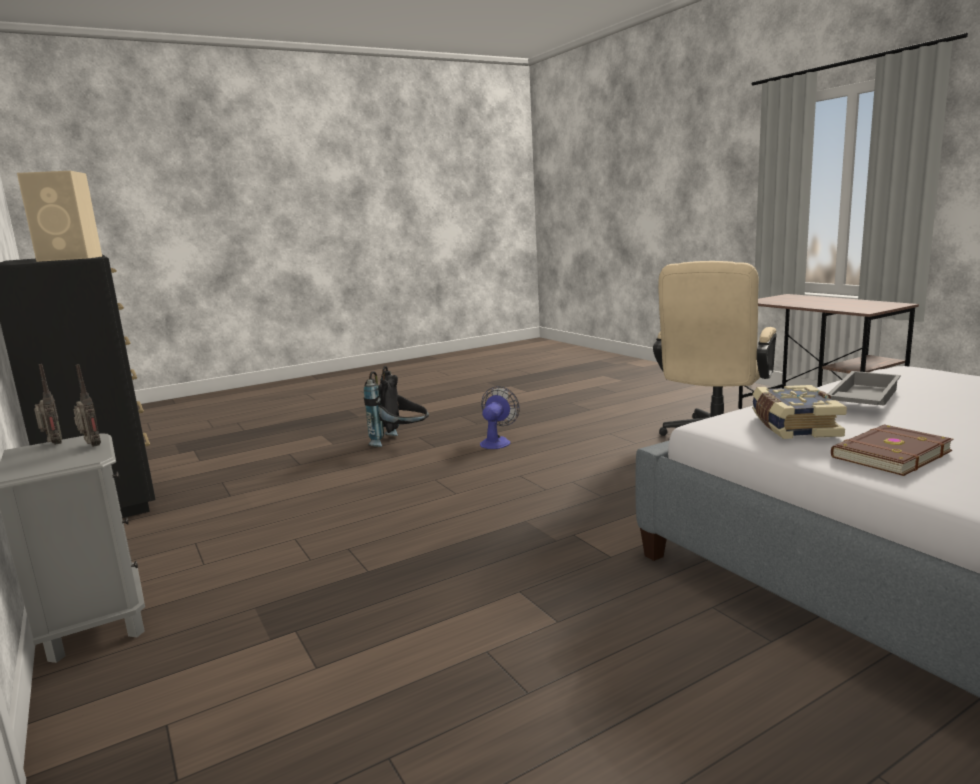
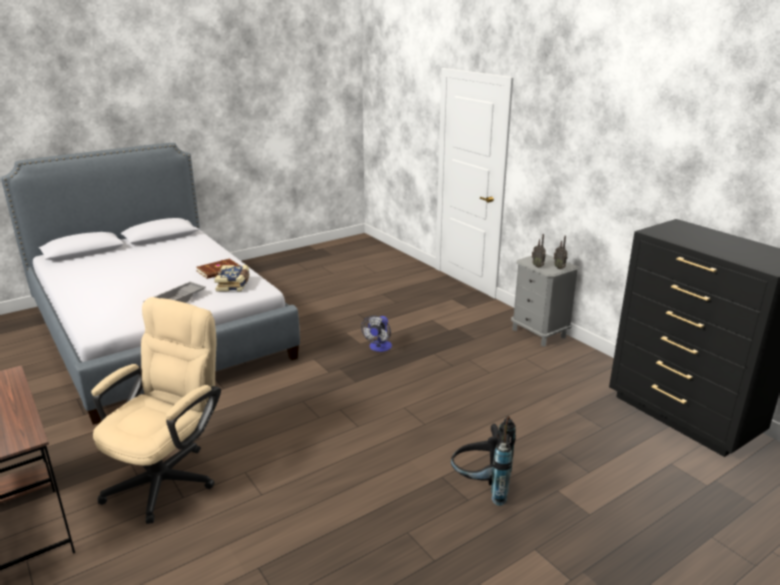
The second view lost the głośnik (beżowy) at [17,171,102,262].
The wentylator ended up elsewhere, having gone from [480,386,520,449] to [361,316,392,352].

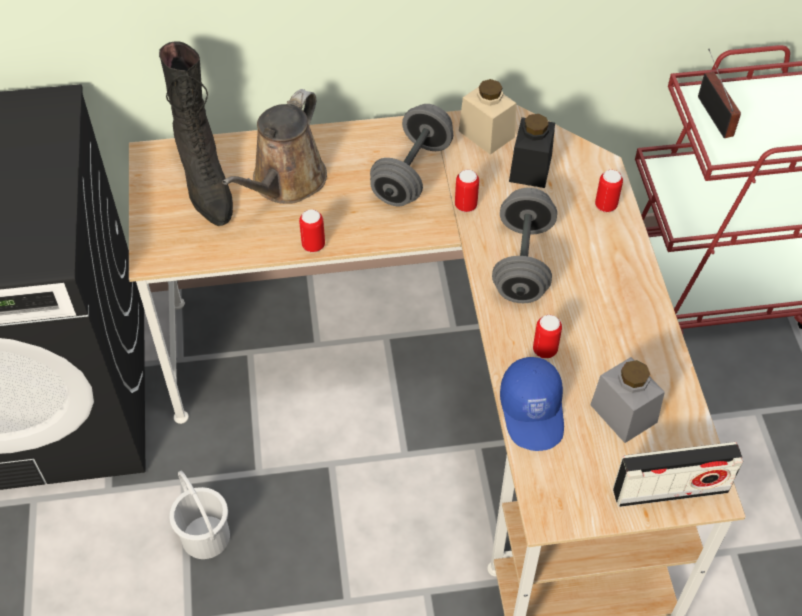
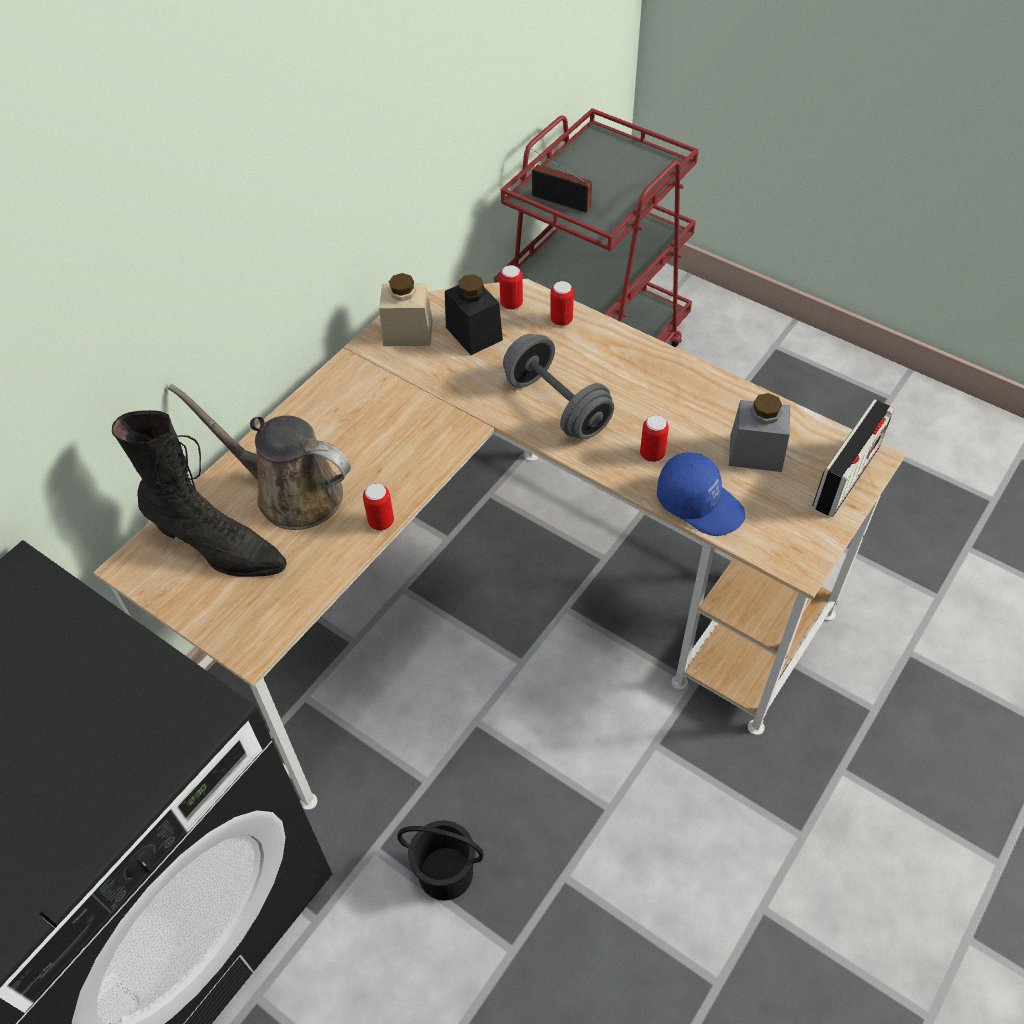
The second view lost the hantel (szary) at [370,104,453,206].
The puszka ended up elsewhere, having gone from [455,170,479,212] to [499,265,523,310].
What was the wiadro (biały) at [169,471,230,559] turned into the wiadro (czarny) at [397,820,484,900].
The konewka (brązowy) at [222,89,327,204] ended up facing another way, 135 degrees clockwise from before.

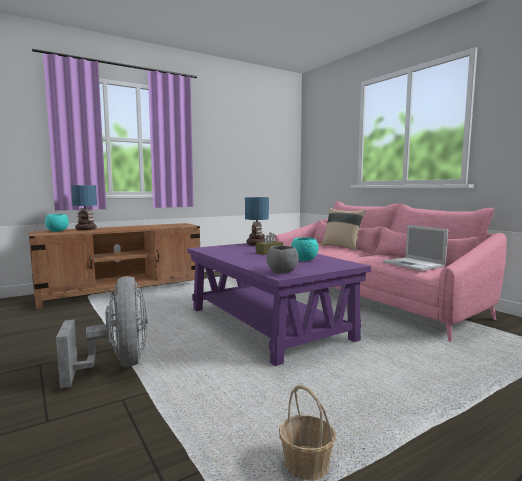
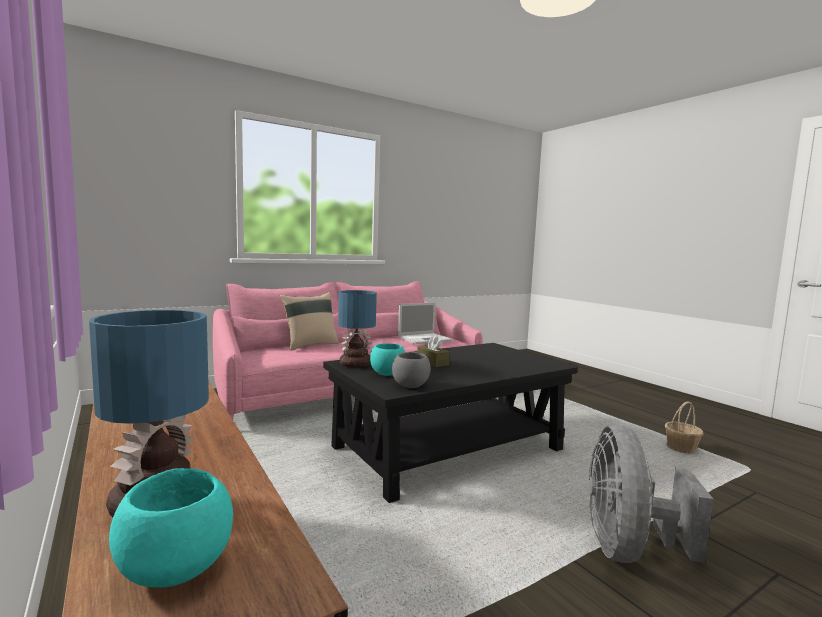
The miska (szary) ended up elsewhere, having gone from [266,245,299,274] to [392,352,431,388].
The miska (turkusowy) ended up elsewhere, having gone from [291,238,319,261] to [370,343,405,376].
What was the ława (fioletowy) at [187,243,371,366] turned into the ława (czarny) at [324,343,578,503].
The wentylator (szary) at [56,276,148,388] ended up facing another way, 60 degrees counterclockwise from before.

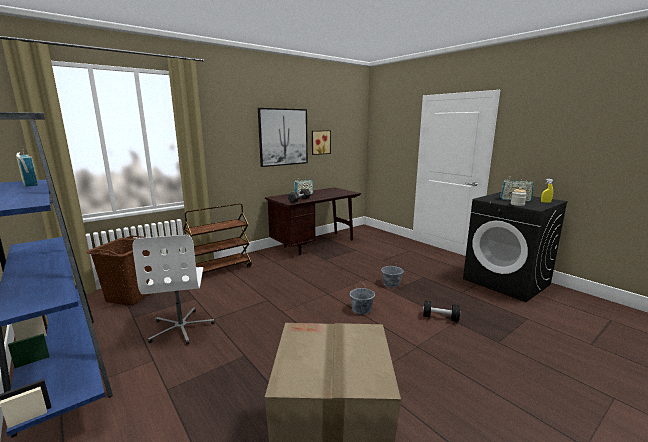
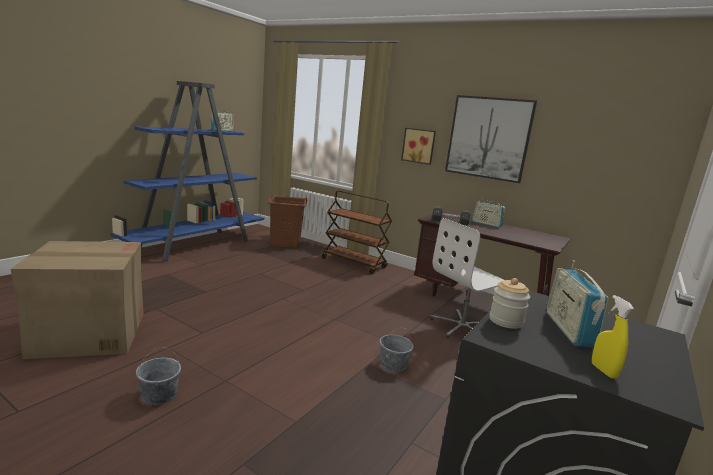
The second view lost the hantel (czarny) at [423,301,460,322].
The krzesło biurowe (biały) ended up elsewhere, having gone from [132,235,215,345] to [430,218,504,339].
The obraz ended up elsewhere, having gone from [312,130,331,155] to [401,128,436,165].
The wiadro (szary) ended up elsewhere, having gone from [350,281,375,314] to [136,347,181,405].

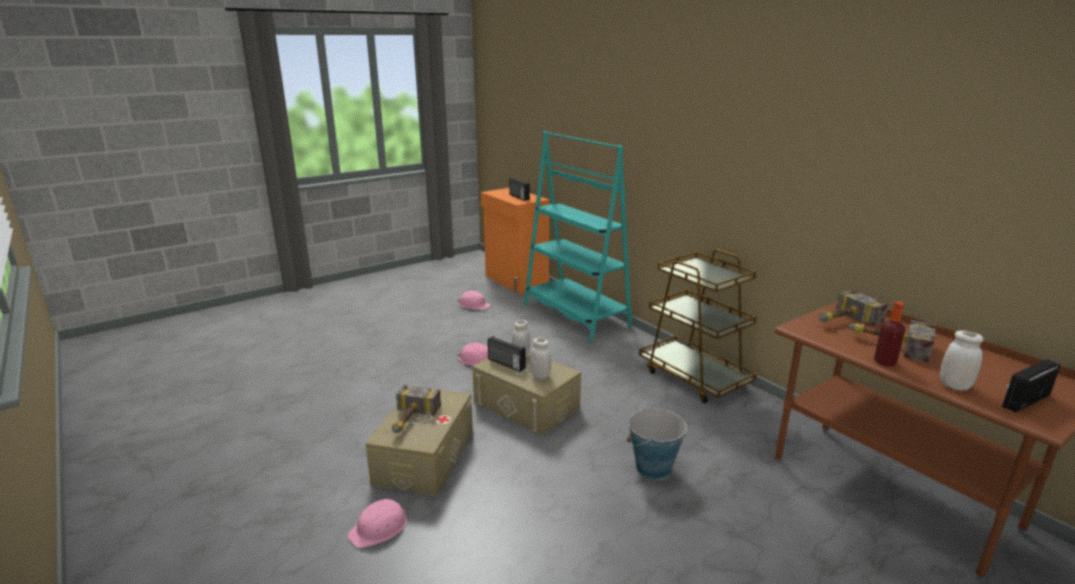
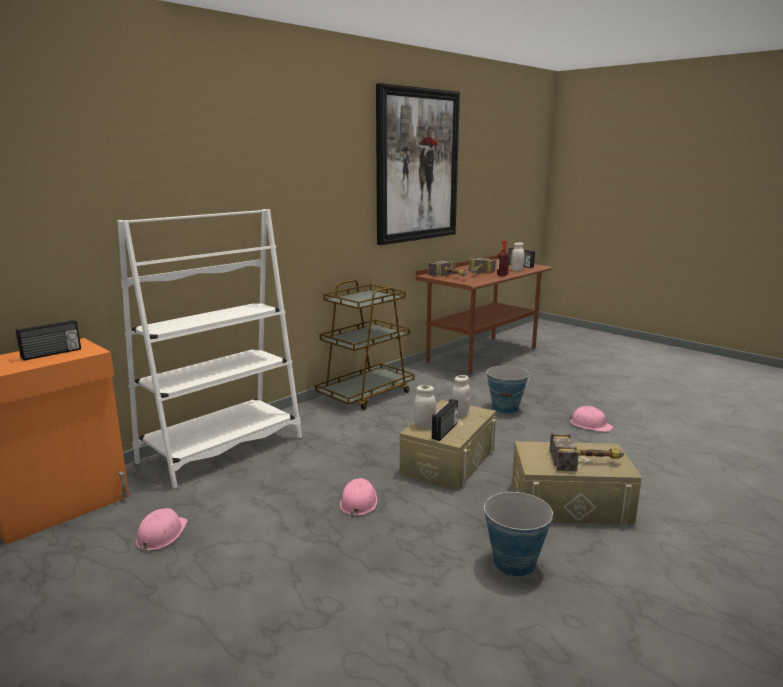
The second view gained the obraz at [376,83,460,245].
The second view gained the wiadro at [484,492,554,577].
The kask (różowy) ended up elsewhere, having gone from [347,499,407,548] to [569,406,613,432].
What was the regał (turkusowy) at [524,131,632,343] turned into the regał (biały) at [118,209,302,488].

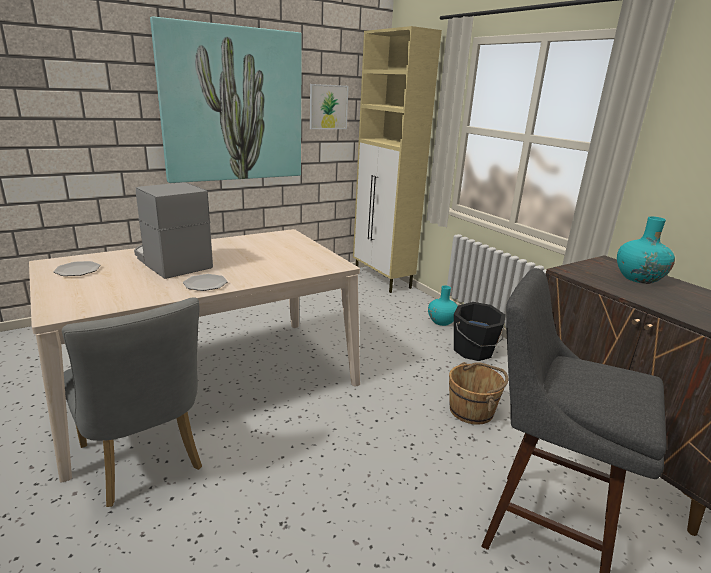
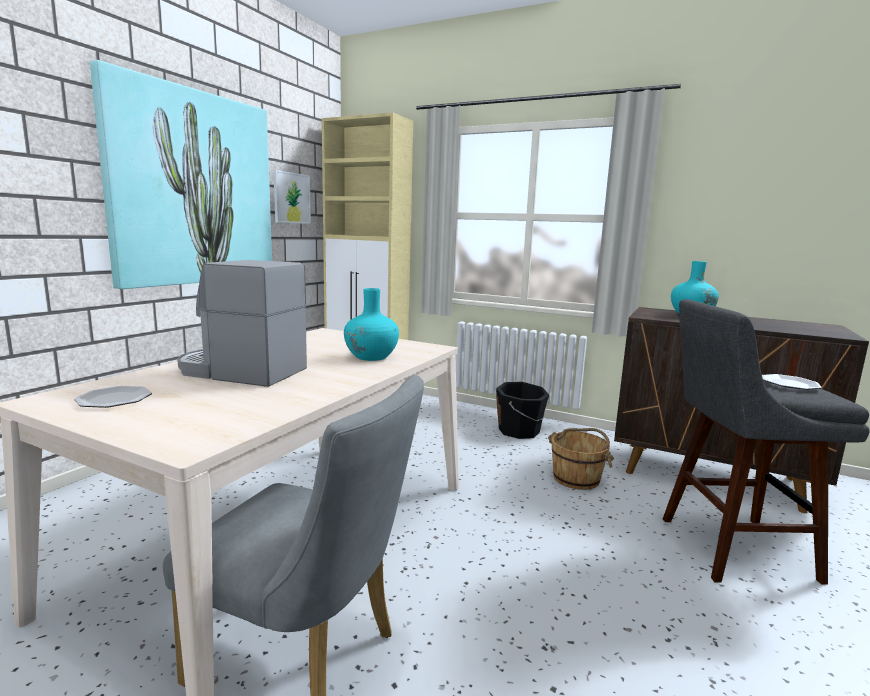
The talerz ended up elsewhere, having gone from [183,274,228,291] to [762,374,822,390].
The wazon (turkusowy) ended up elsewhere, having gone from [428,285,457,326] to [344,288,399,361].

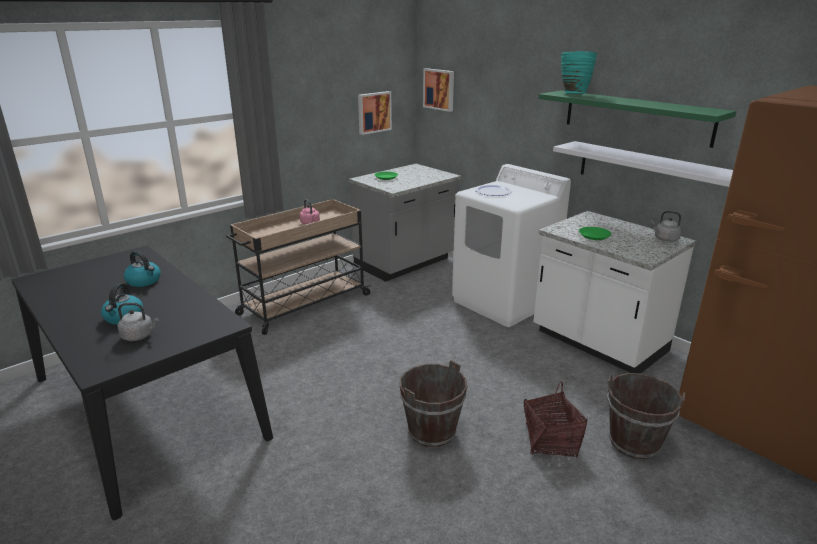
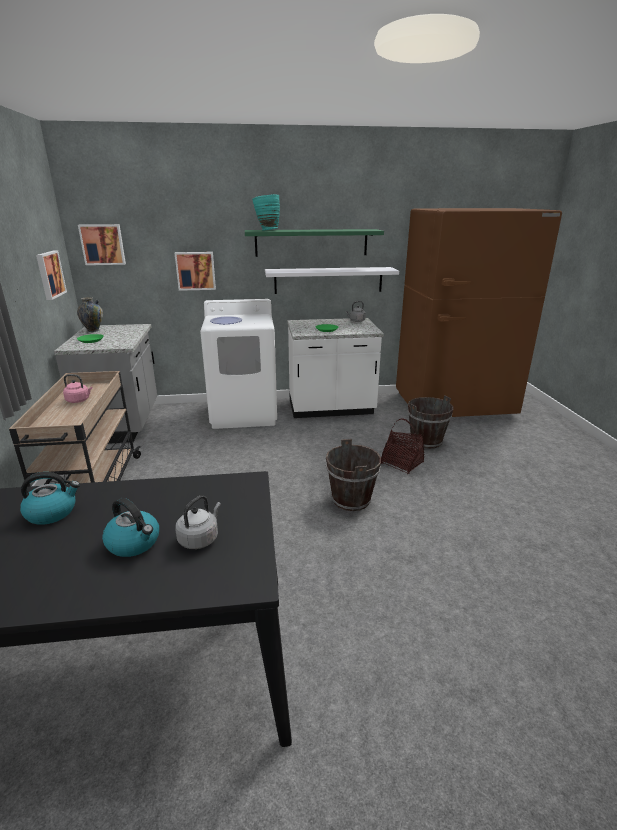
The second view gained the wazon at [77,297,103,332].
The second view gained the obraz at [175,252,216,291].

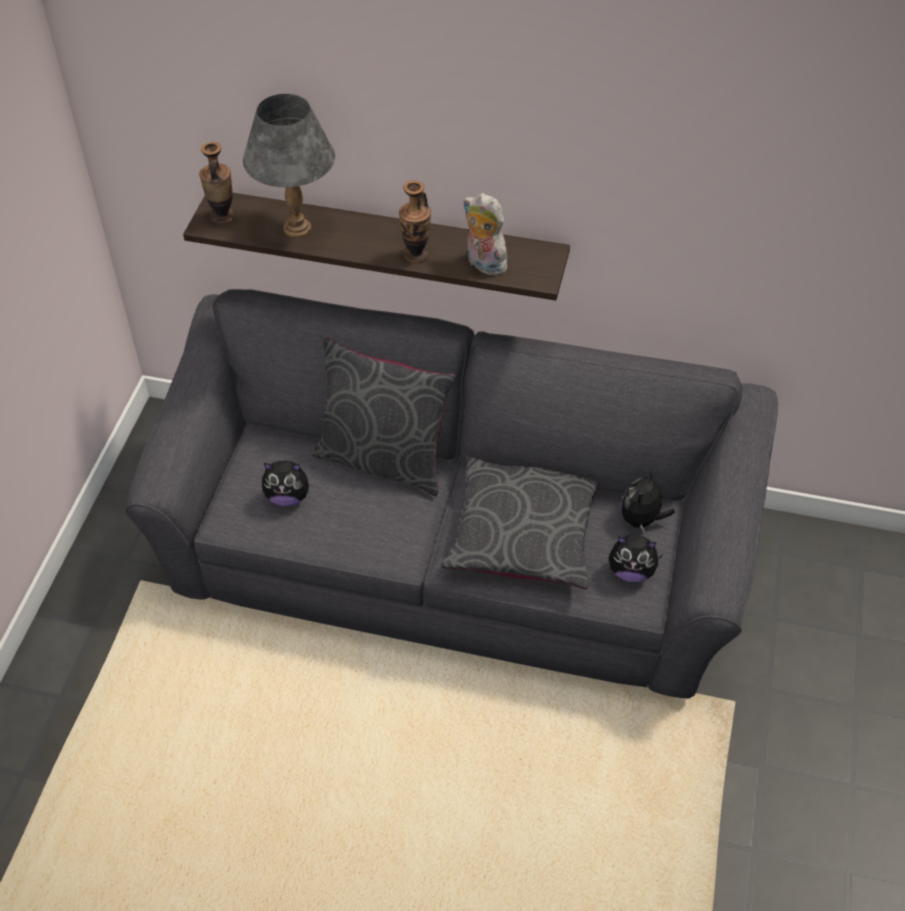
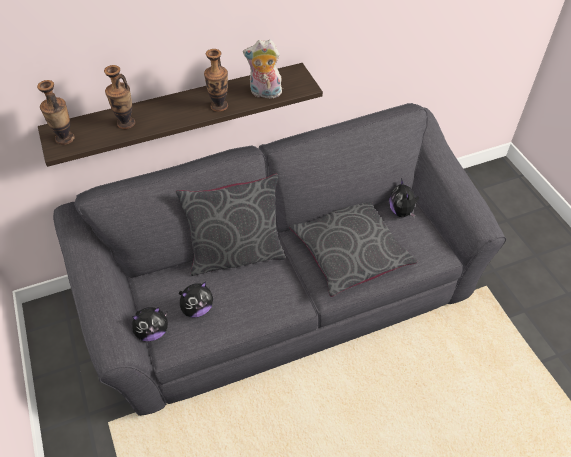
The pluszak ended up elsewhere, having gone from [609,535,663,582] to [132,307,168,341].
Where the lampa stołowa (szary) stood at [243,94,335,238], the wazon came to stand at [104,65,135,129].

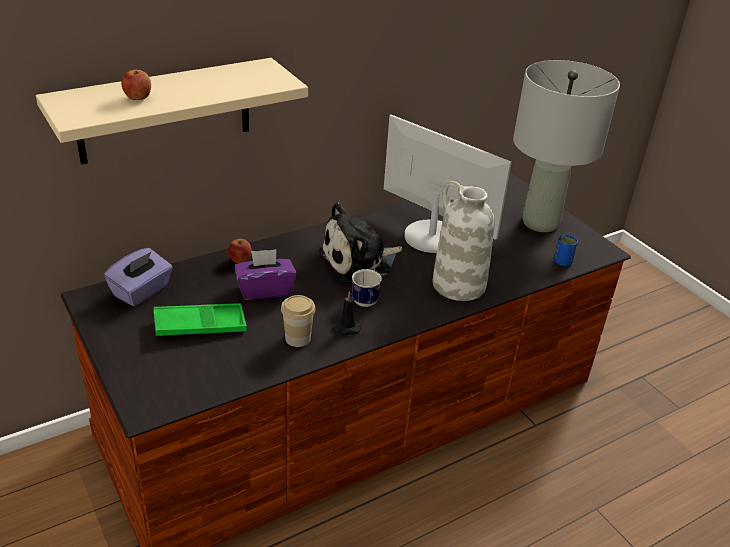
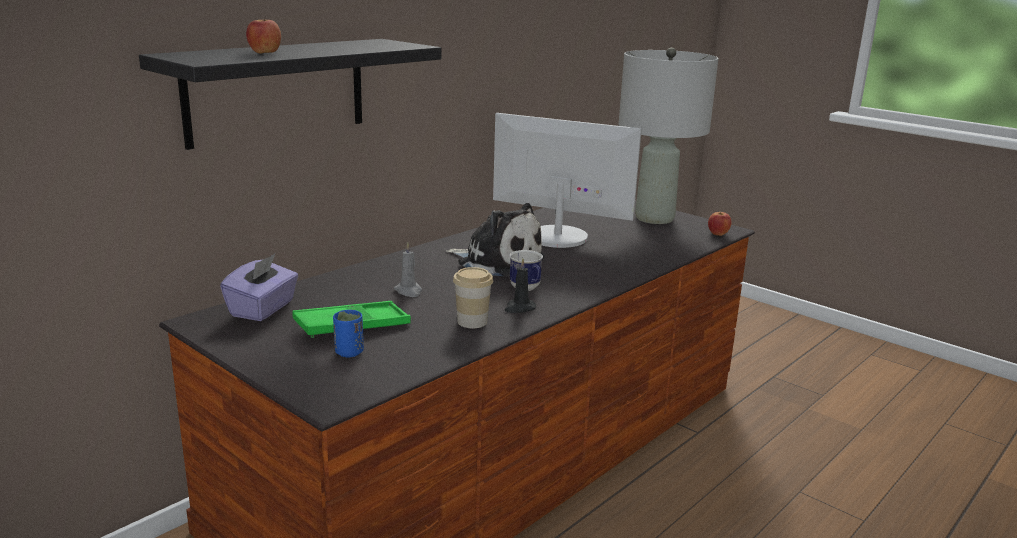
The second view lost the wazon (biały) at [433,181,495,301].
The jabłko ended up elsewhere, having gone from [228,239,252,263] to [708,212,732,236].
The filiżanka (niebieski) ended up elsewhere, having gone from [554,235,578,266] to [333,310,364,357].
Where the pudełko chusteczek (fioletowy) stood at [234,249,297,300], the świeca (szary) came to stand at [394,242,422,297].
What was the półka (beżowy) at [36,58,308,165] turned into the półka (czarny) at [139,39,442,150].
The pluszak at [319,202,402,282] ended up facing another way, 105 degrees counterclockwise from before.

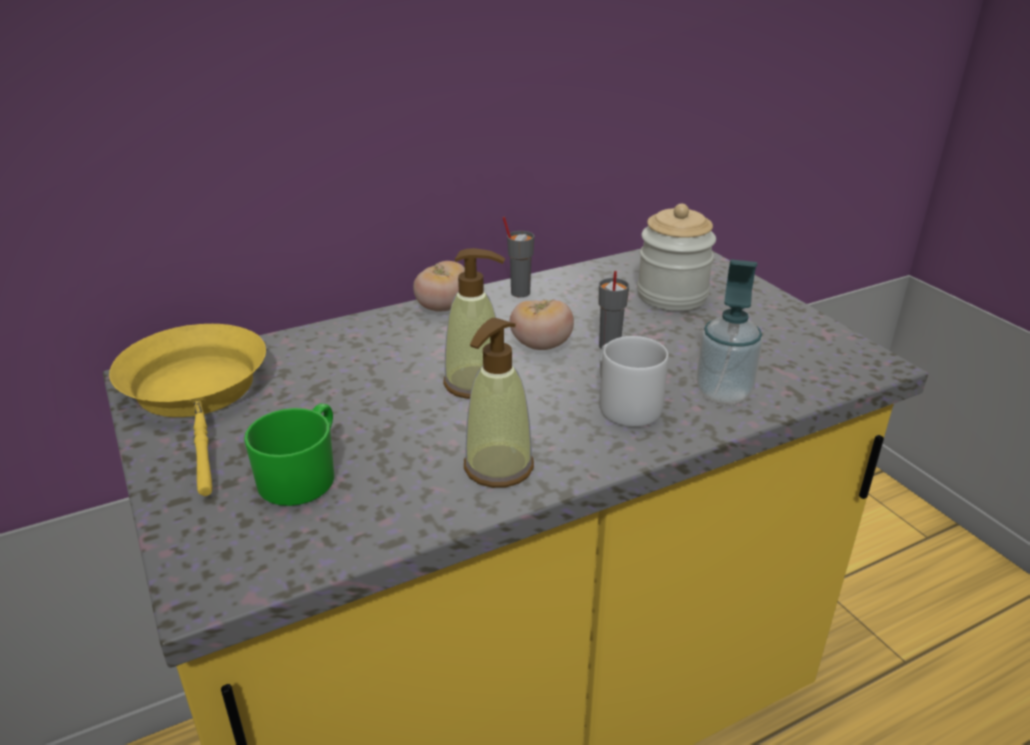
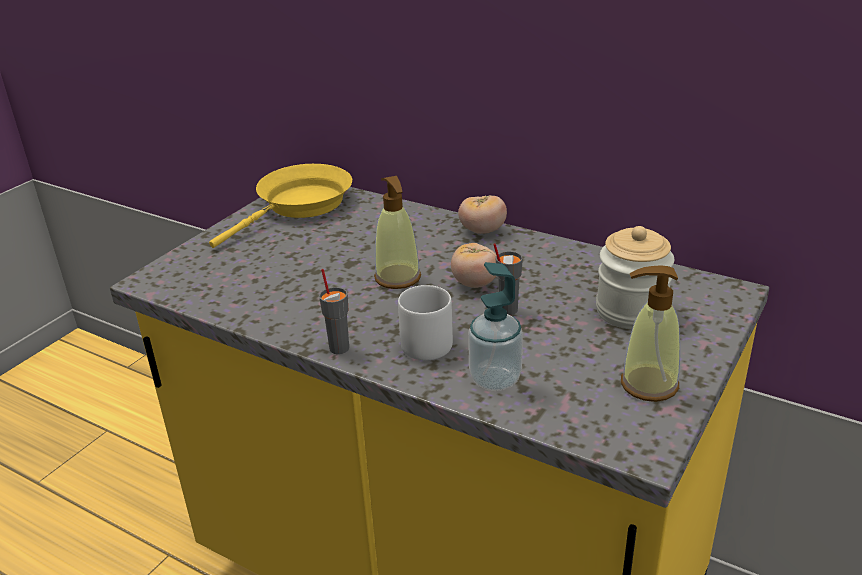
The second view lost the kubek (zielony) at [244,403,334,506].
The dozownik mydła ended up elsewhere, having gone from [464,318,534,488] to [621,265,680,402].
The filiżanka (szary) ended up elsewhere, having gone from [503,216,535,297] to [319,269,349,354].

